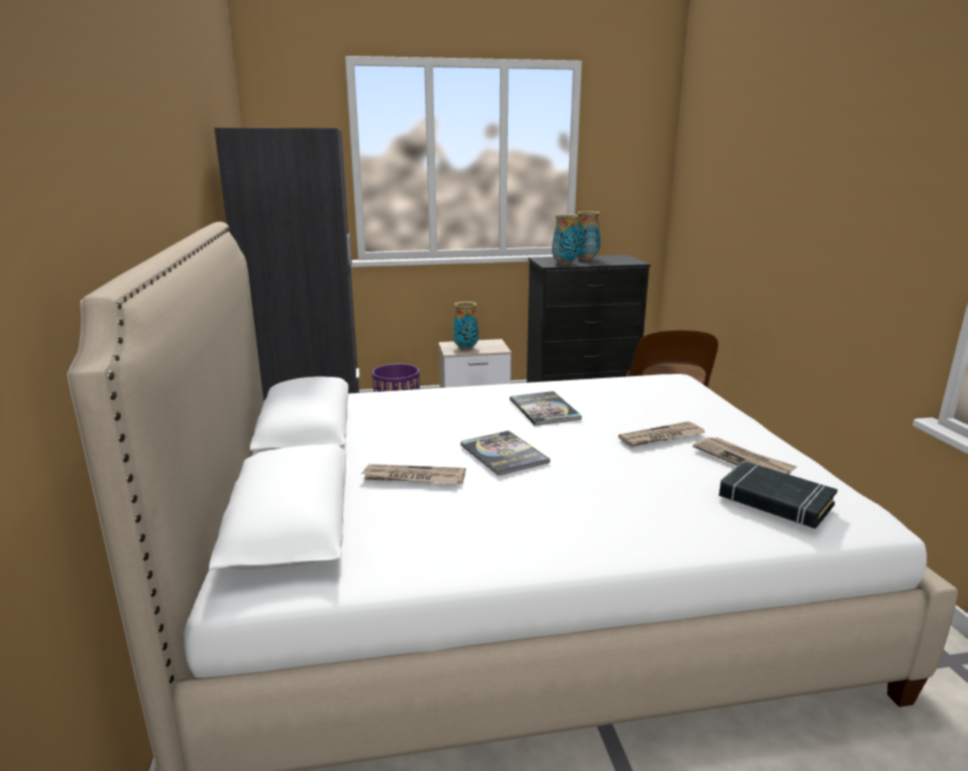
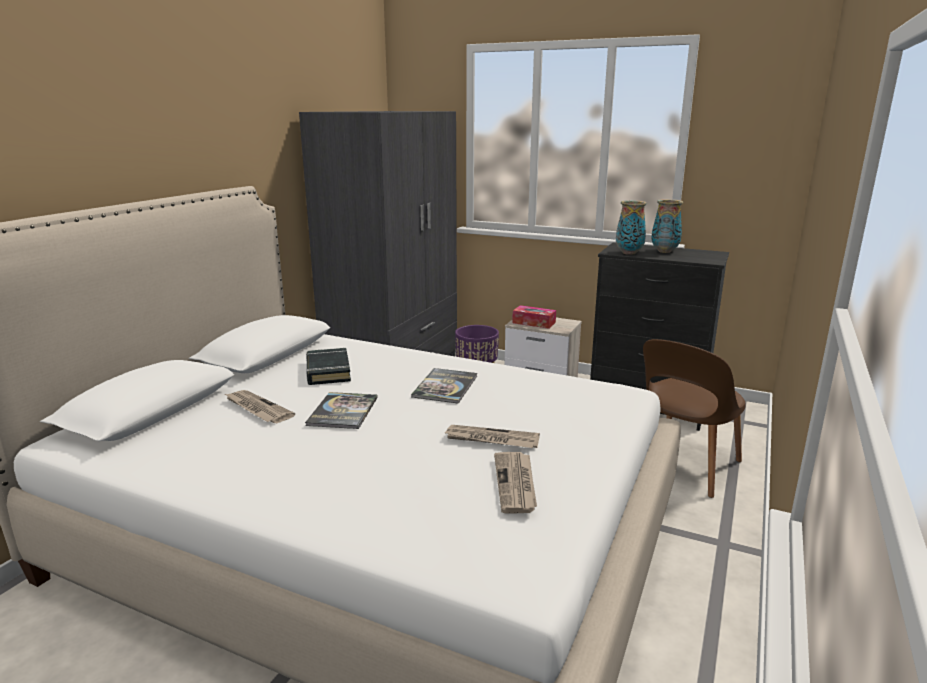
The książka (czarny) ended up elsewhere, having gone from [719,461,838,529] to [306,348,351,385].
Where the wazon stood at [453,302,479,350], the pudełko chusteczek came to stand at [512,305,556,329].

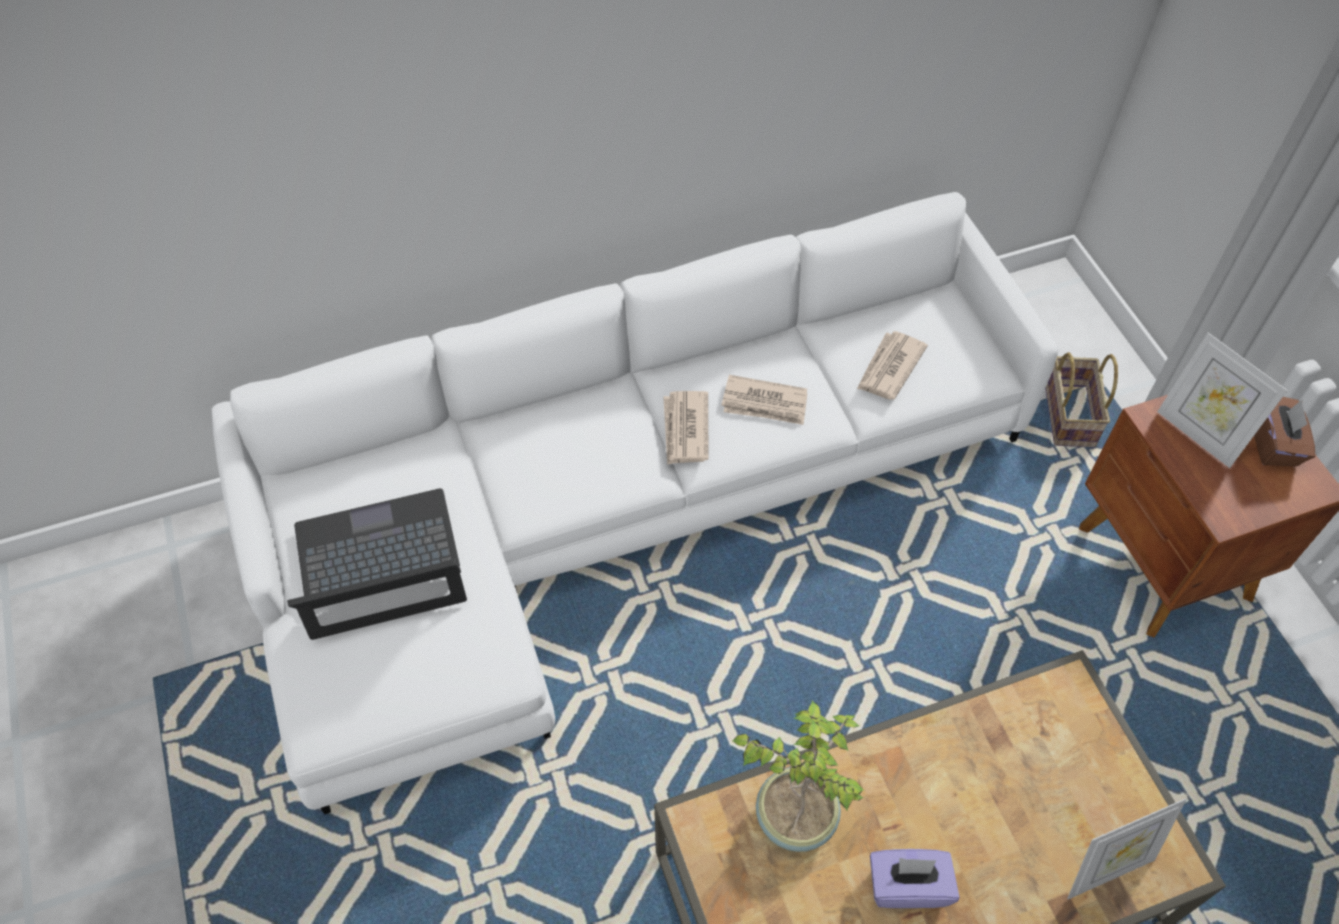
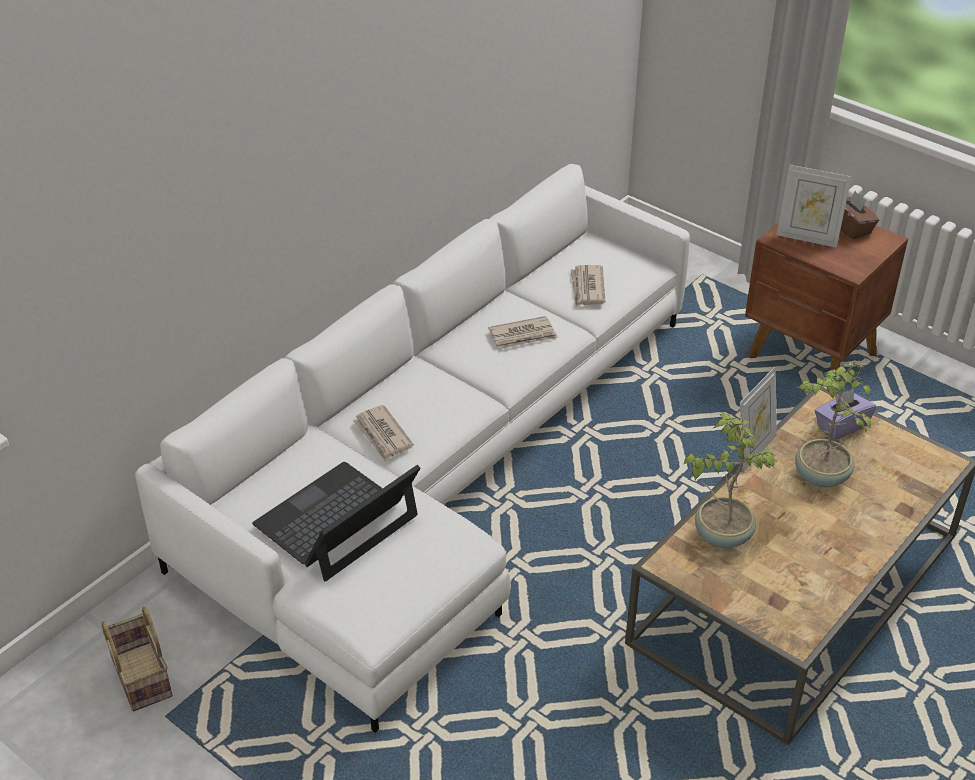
The second view gained the roślina doniczkowa at [795,360,871,487].
The gazeta ended up elsewhere, having gone from [663,391,708,465] to [353,405,414,461].
The pudełko chusteczek (fioletowy) ended up elsewhere, having gone from [870,849,959,908] to [815,389,876,440].
The koszyk ended up elsewhere, having gone from [1045,352,1118,447] to [102,607,172,711].
The ramka na zdjęcie ended up elsewhere, having gone from [1067,798,1186,899] to [740,367,777,471].

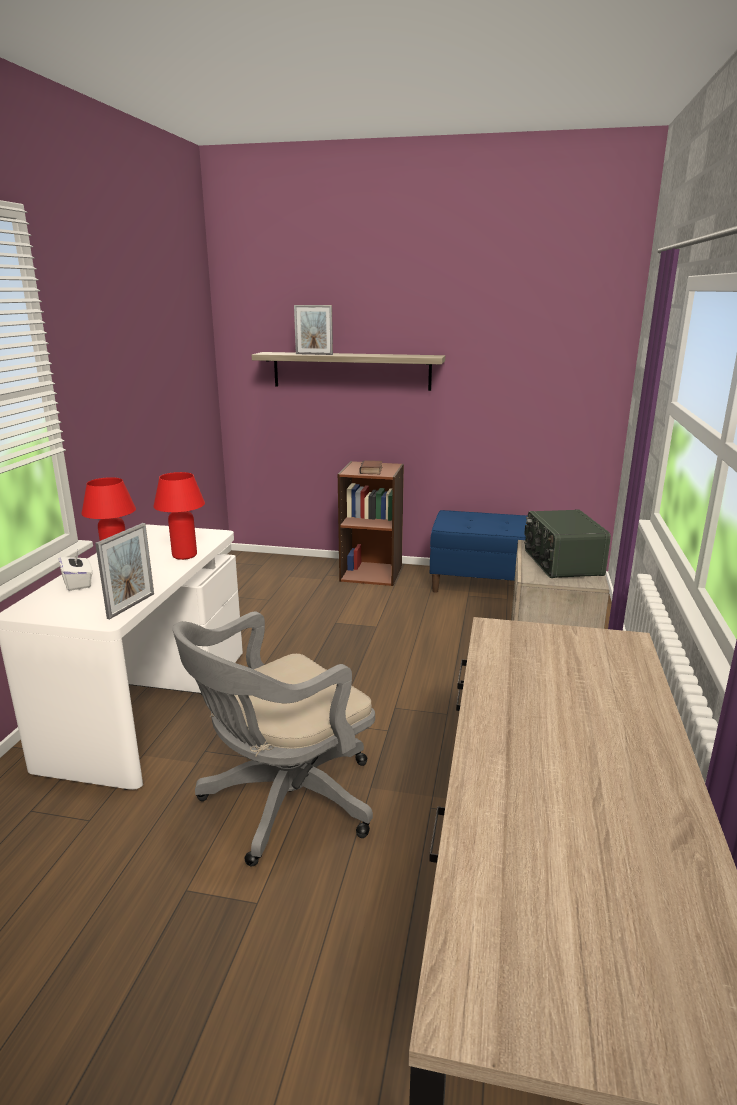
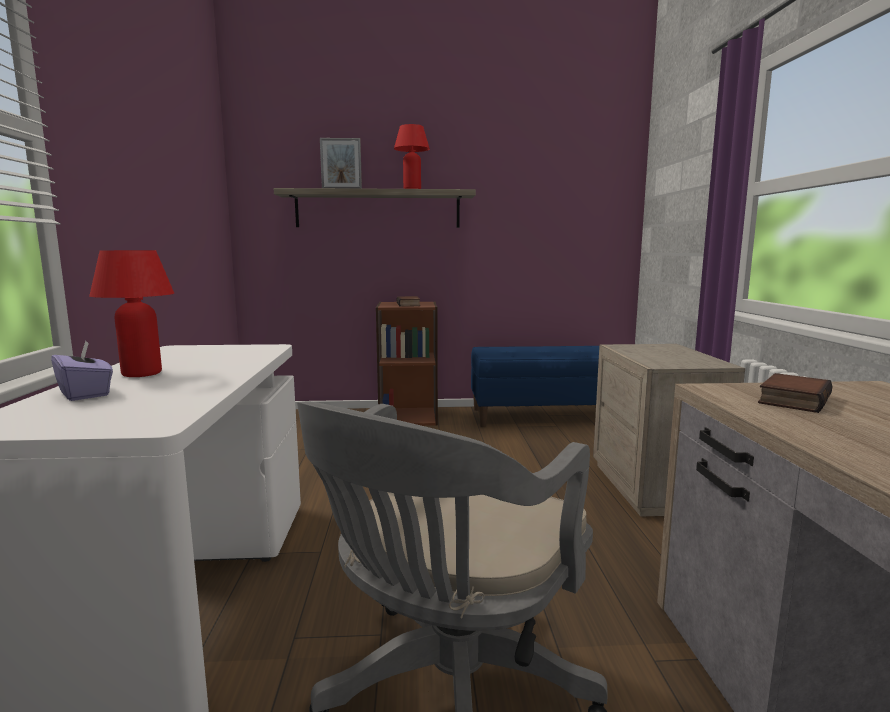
The second view lost the ramka na zdjęcie at [95,523,154,619].
The second view lost the radio at [524,509,611,578].
The second view gained the książka at [758,373,833,413].
The lampa stołowa (czerwony) ended up elsewhere, having gone from [153,472,205,560] to [394,124,430,189].
What was the pudełko chusteczek (biały) at [59,550,92,591] turned into the pudełko chusteczek (fioletowy) at [51,341,113,401].

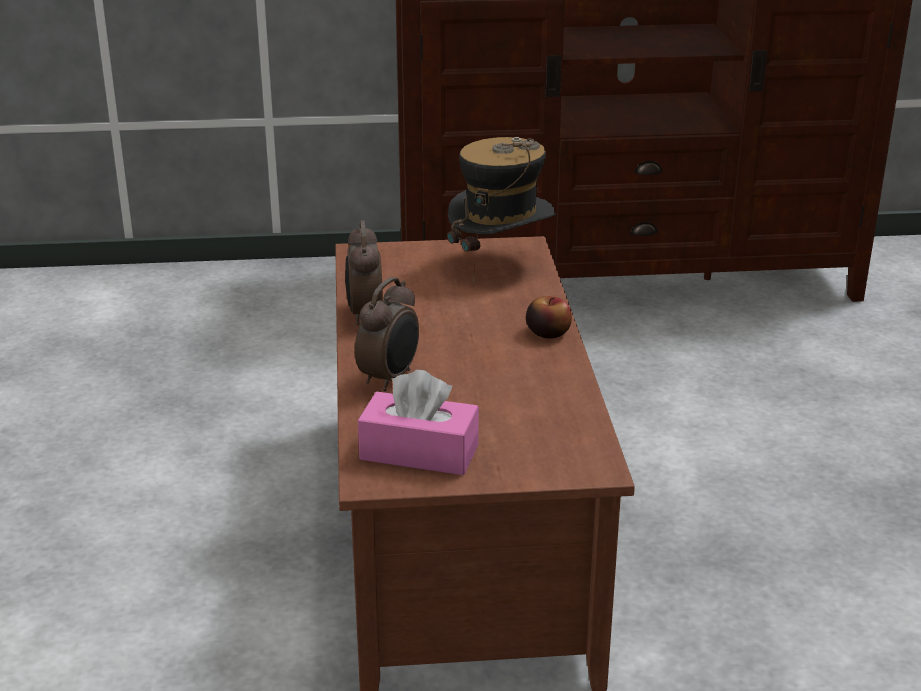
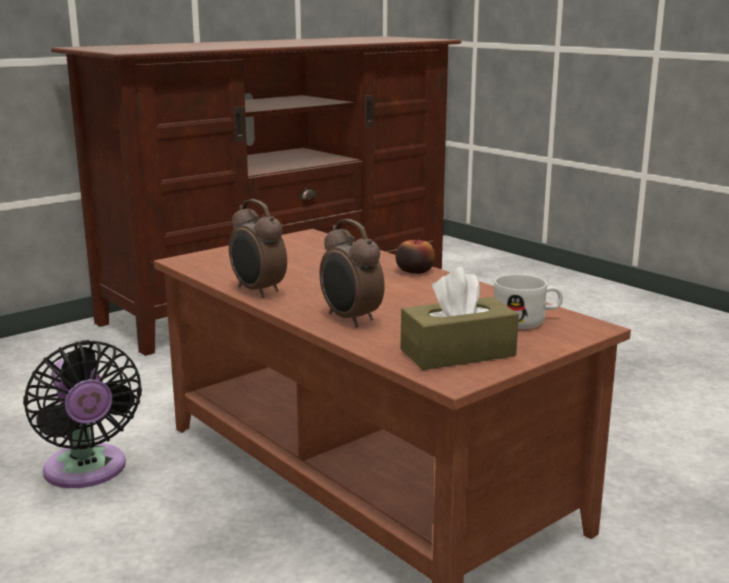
The second view lost the kapelusz at [447,137,556,286].
The second view gained the wentylator (czarny) at [23,340,142,488].
The second view gained the kubek (biały) at [494,274,563,329].
What was the pudełko chusteczek (różowy) at [358,370,479,475] turned into the pudełko chusteczek (brązowy) at [401,267,519,370].
The budzik at [355,277,419,391] ended up facing another way, 150 degrees clockwise from before.

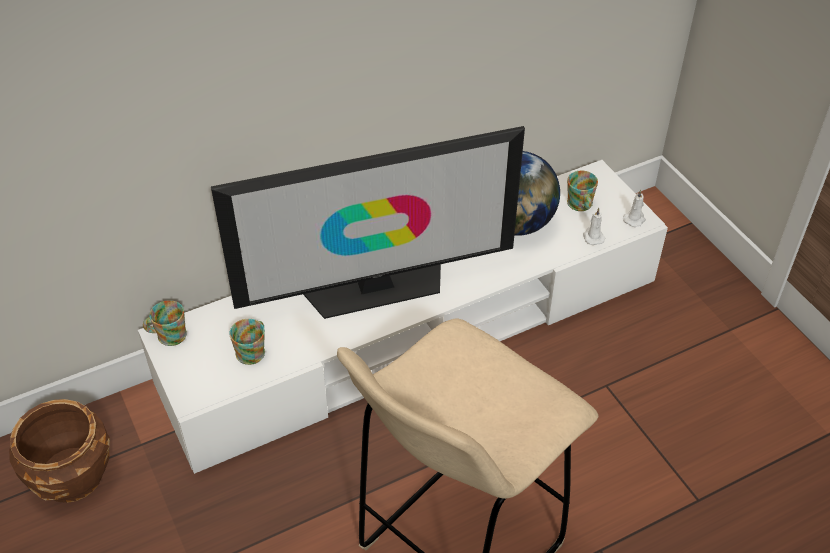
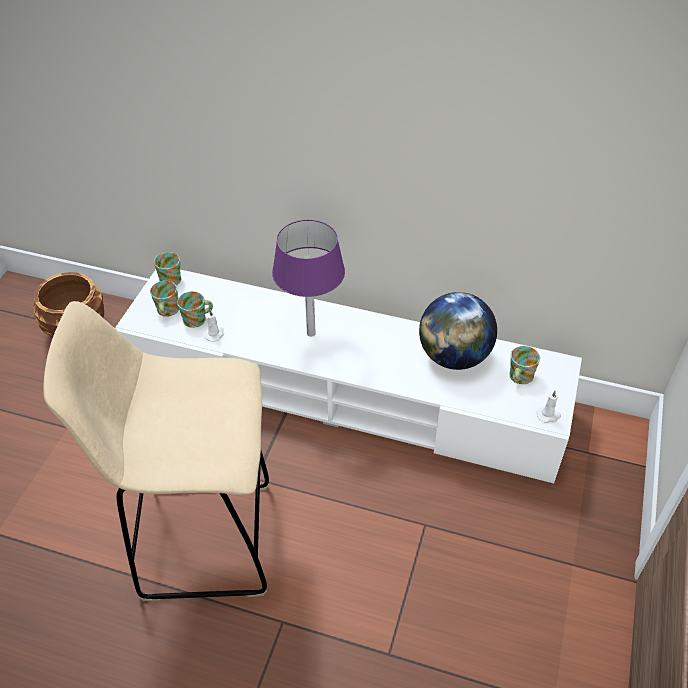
The second view gained the kubek at [150,281,179,317].
The świeca (biały) ended up elsewhere, having gone from [583,208,605,245] to [204,309,224,342].
Where the telewizor stood at [211,126,525,319], the lampa stołowa (fioletowy) came to stand at [272,220,345,337].

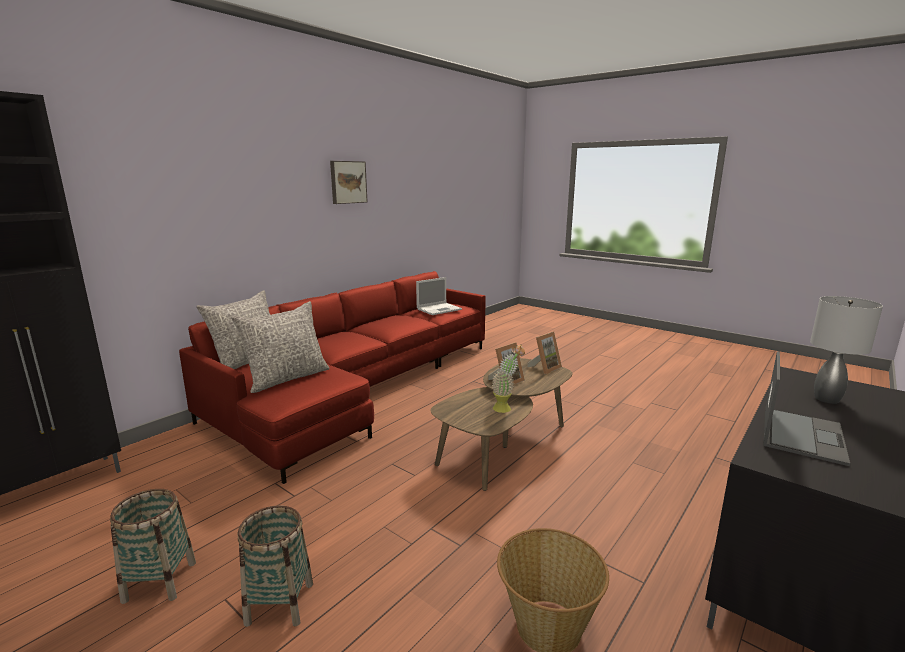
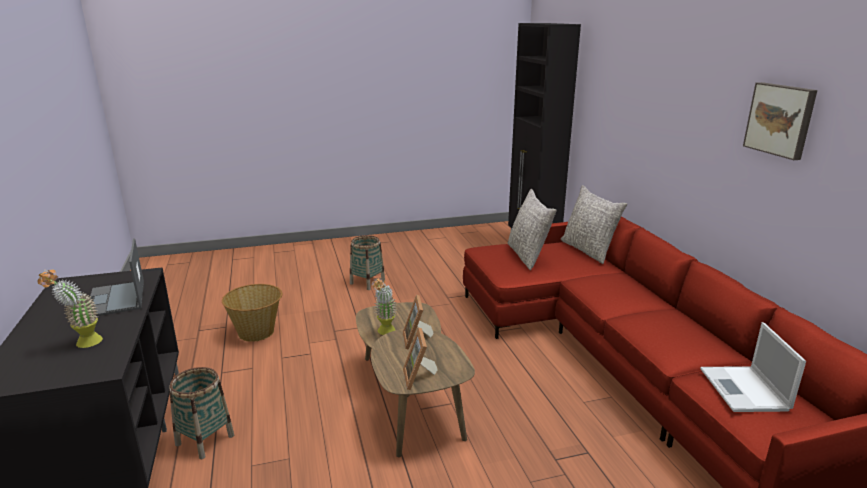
The koszyk ended up elsewhere, having gone from [110,489,196,604] to [169,367,234,459].
Where the lampa stołowa (szary) stood at [810,296,883,404], the roślina doniczkowa came to stand at [38,270,103,348].

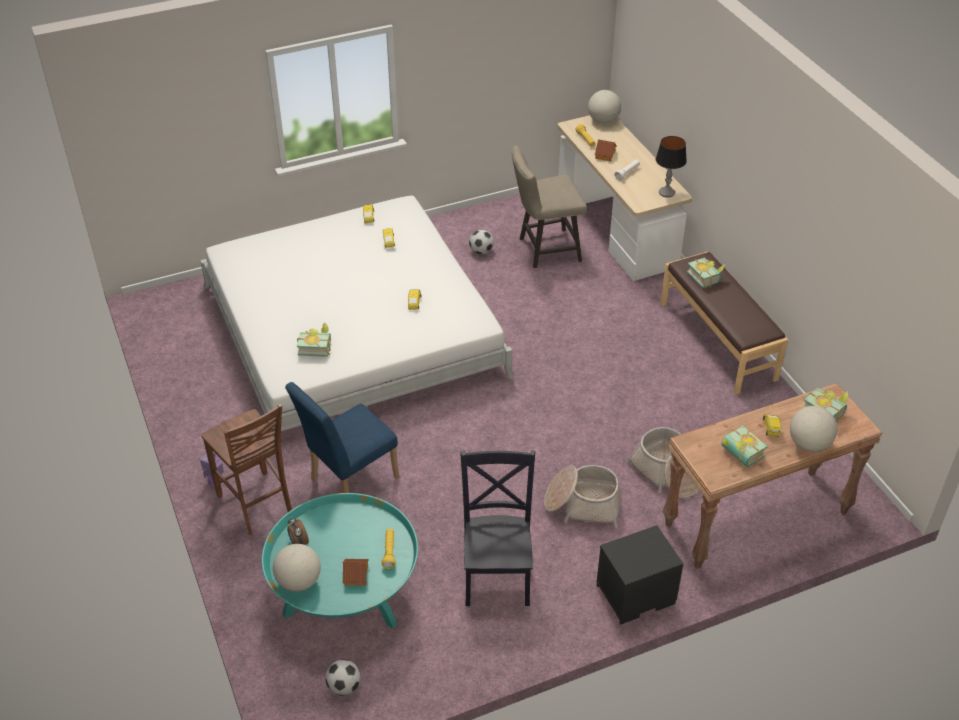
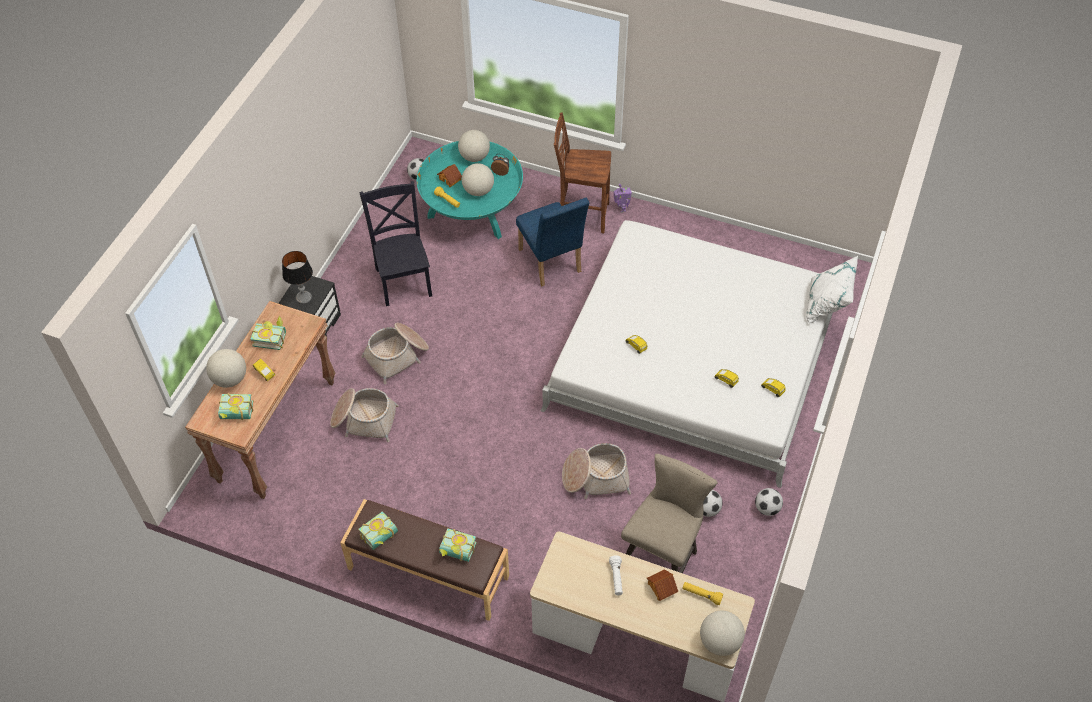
The second view gained the globus at [462,163,494,196].
The second view gained the koszyk at [562,443,631,499].
The second view gained the piłka futbolowa at [755,488,783,516].
The second view gained the poduszka (biały) at [806,256,858,325].
The książka ended up elsewhere, having gone from [297,322,331,357] to [358,511,398,550].
The lampa stołowa ended up elsewhere, having gone from [656,136,687,198] to [282,251,313,304].
The krzesło (niebieski) at [285,382,399,493] ended up facing another way, 150 degrees clockwise from before.
The krzesło (czarny) at [460,450,535,606] ended up facing another way, 150 degrees counterclockwise from before.

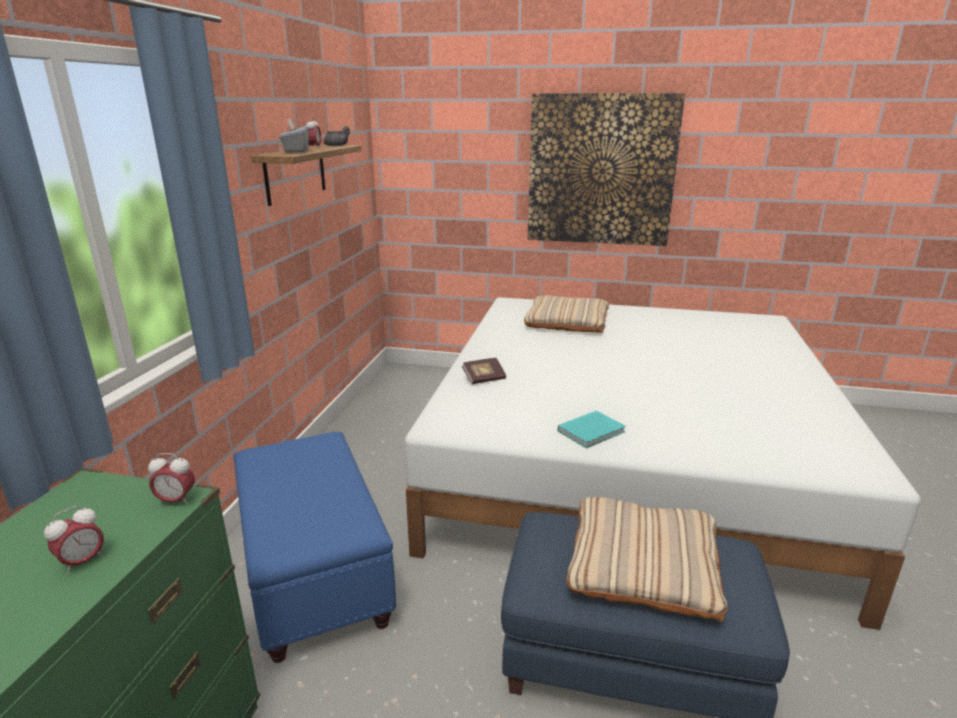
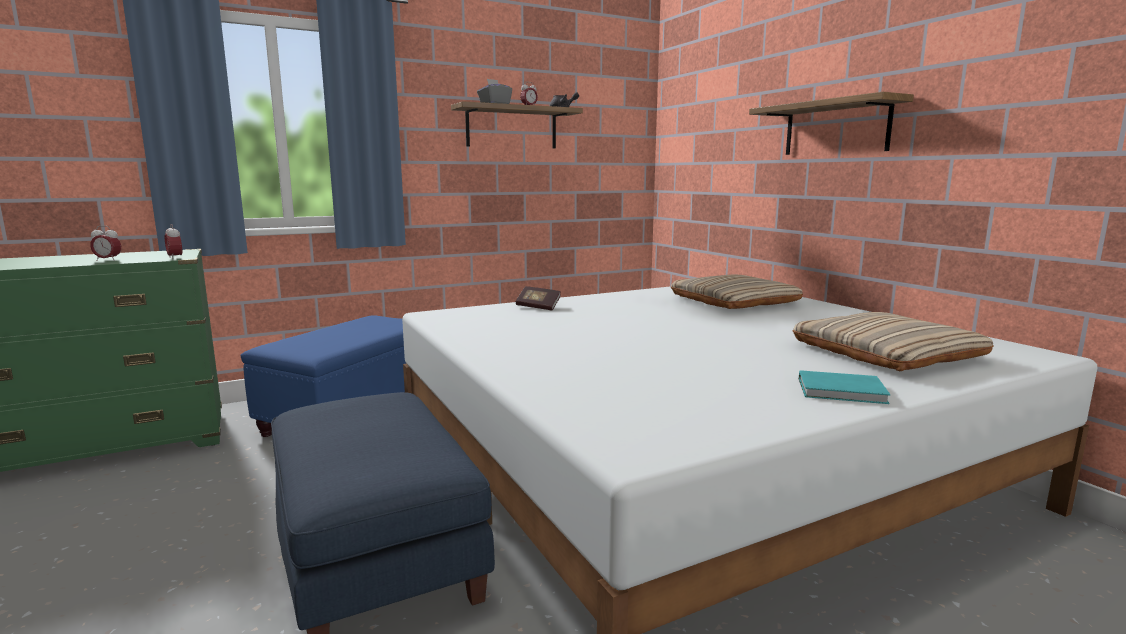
The książka (turkusowy) ended up elsewhere, having gone from [558,411,626,449] to [799,370,891,404].
The poduszka (beżowy) ended up elsewhere, having gone from [566,497,728,622] to [792,312,994,371].
Where the obraz hung at [528,93,685,246], the półka came to hang at [749,92,914,155].

